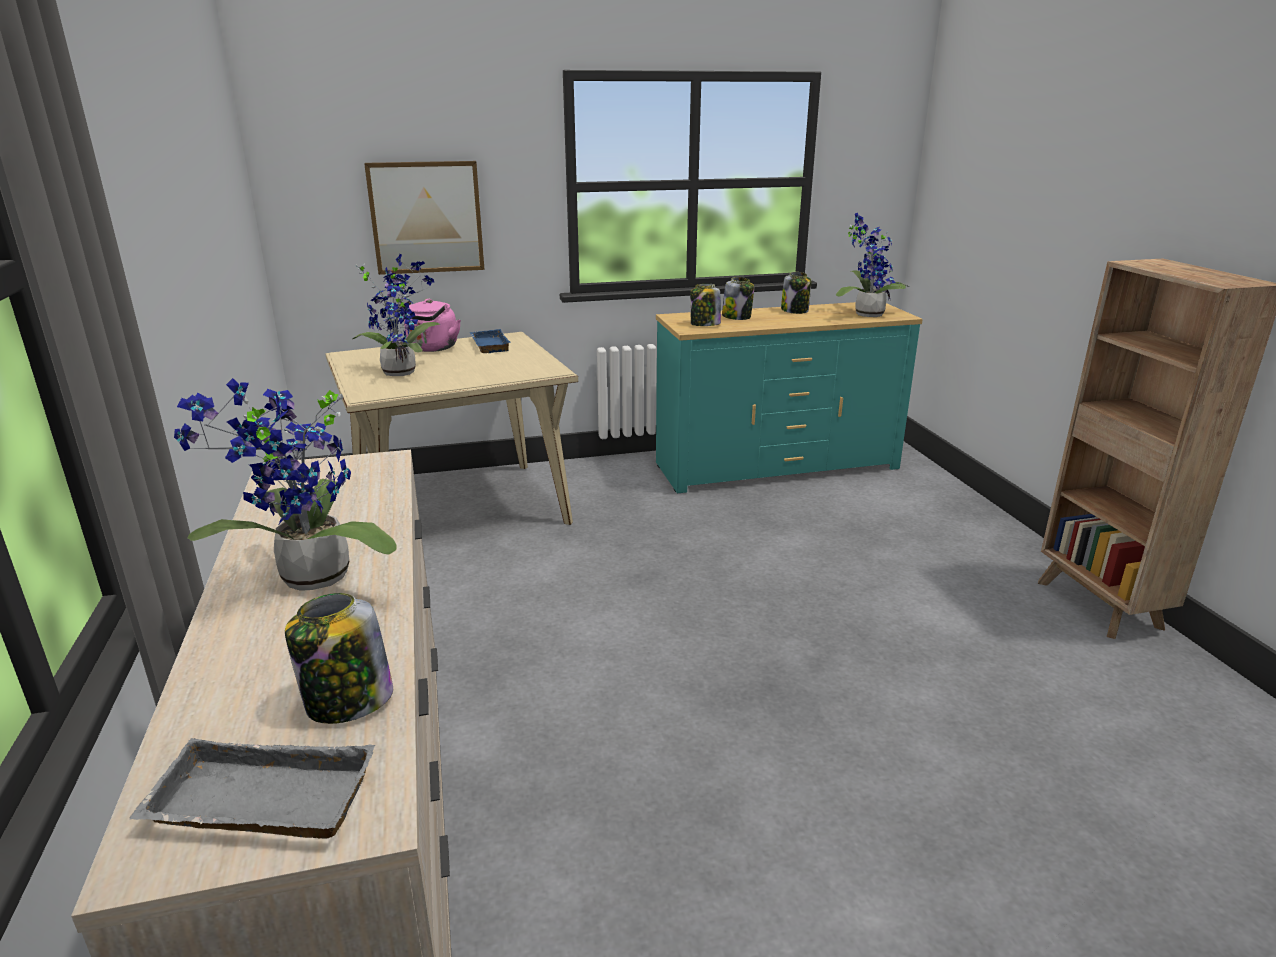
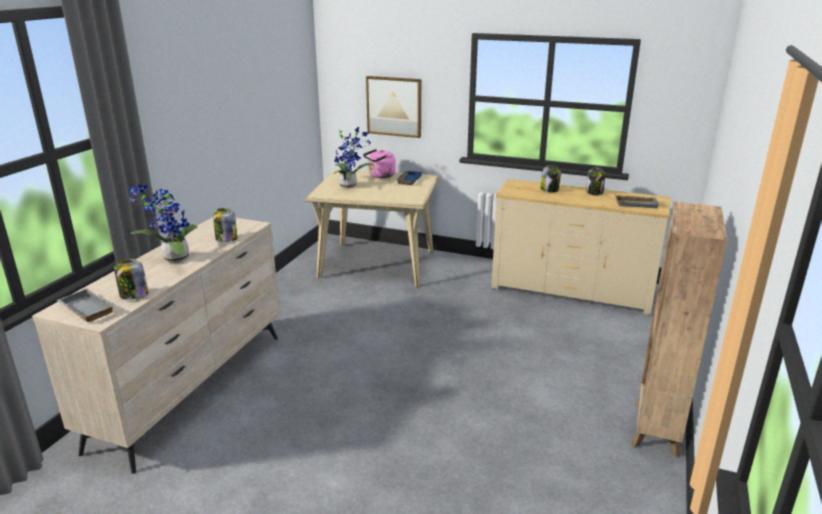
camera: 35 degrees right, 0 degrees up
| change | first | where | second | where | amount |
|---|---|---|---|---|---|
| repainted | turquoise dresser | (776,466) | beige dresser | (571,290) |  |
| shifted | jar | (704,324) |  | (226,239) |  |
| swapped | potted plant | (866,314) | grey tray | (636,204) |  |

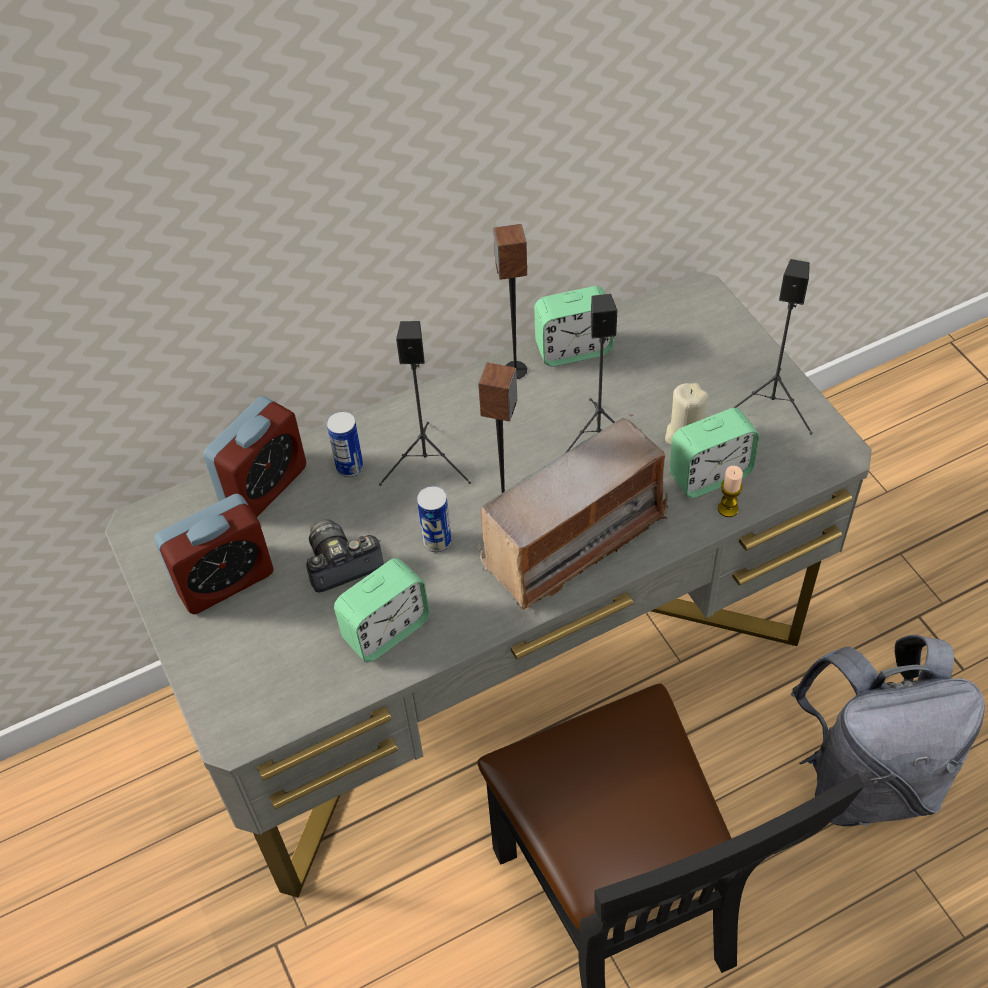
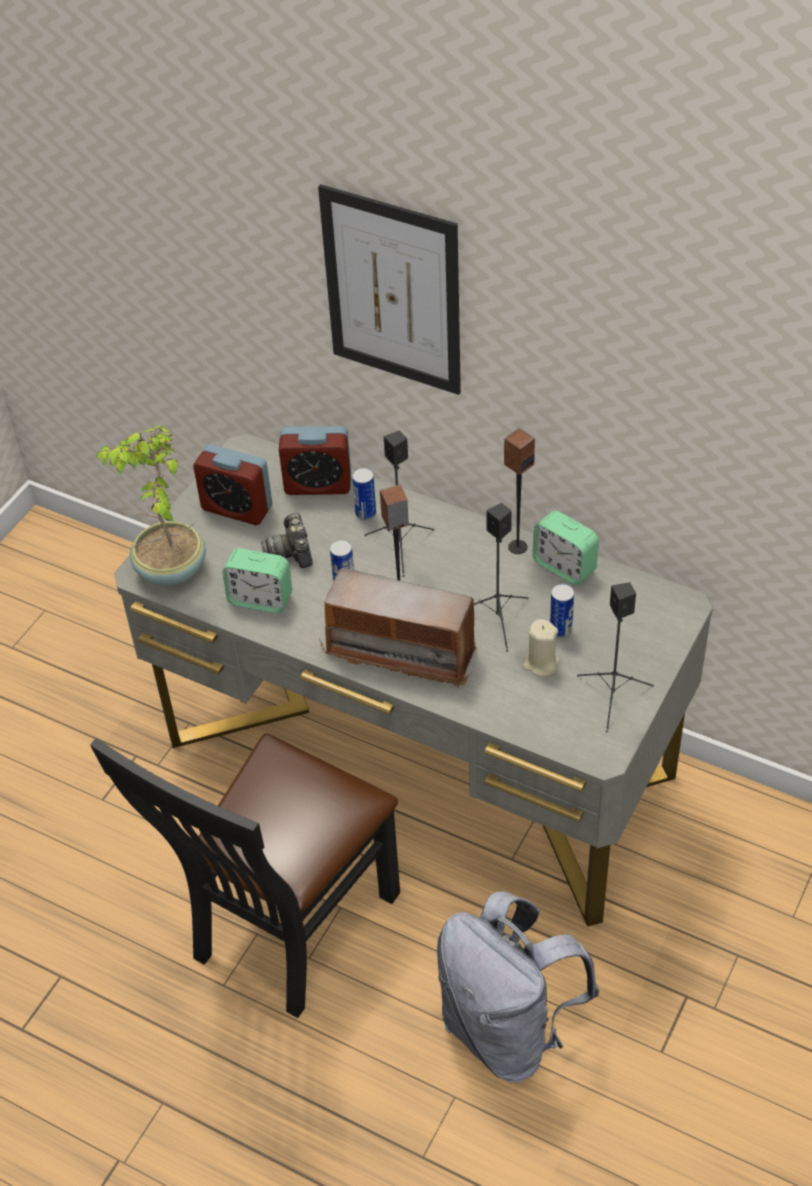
camera: 55 degrees right, 5 degrees down
| change | first | where | second | where | amount |
|---|---|---|---|---|---|
| rotated | photo camera | (341,564) |  | (291,552) | 135 degrees counterclockwise |
| gone | alarm clock | (710,475) |  |  |  |
| gone | candle | (728,509) |  |  |  |
| new |  |  | potted plant | (169,570) |  |
| new |  |  | picture | (392,291) |  |
| new |  |  | can | (560,630) |  |

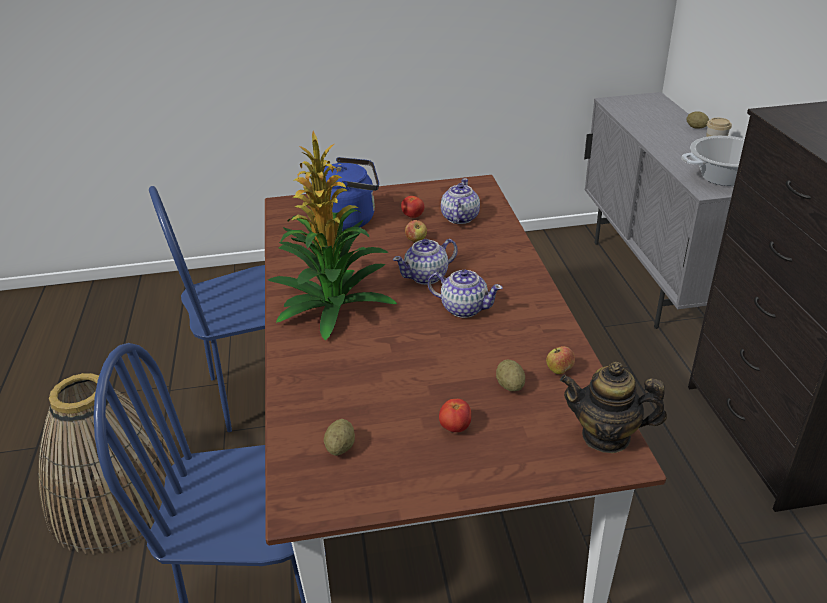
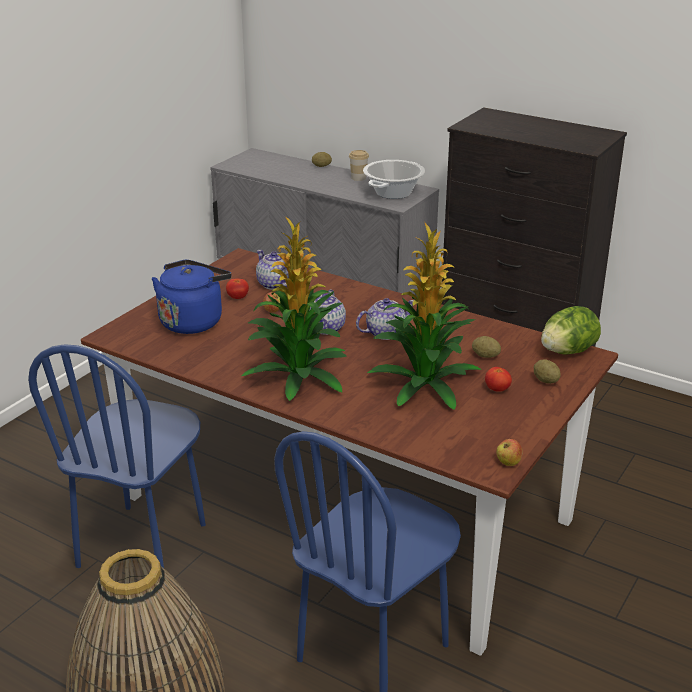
camera: 50 degrees left, 5 degrees down
| change | first | where | second | where | amount |
|---|---|---|---|---|---|
| shifted | potato | (340,447) |  | (545,381) |  |
| shifted | apple | (559,370) |  | (508,462) |  |
| swapped | teapot | (606,436) | lettuce | (568,351) |  |
| new |  |  | potted plant | (423,383) |  |

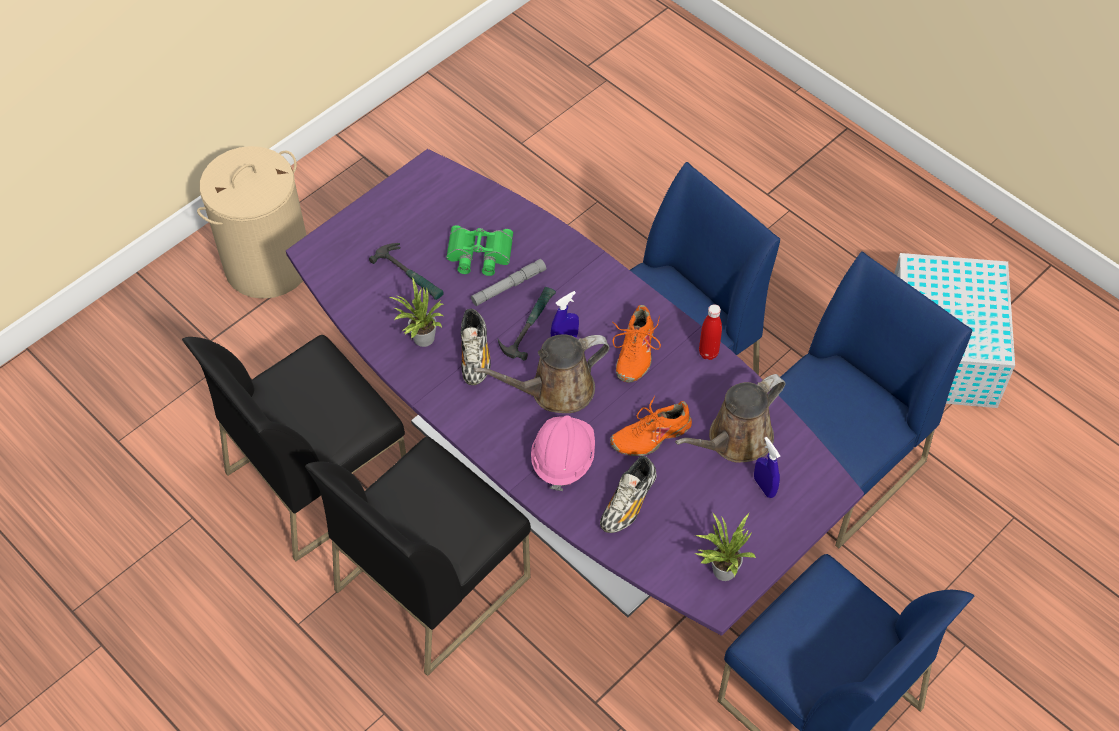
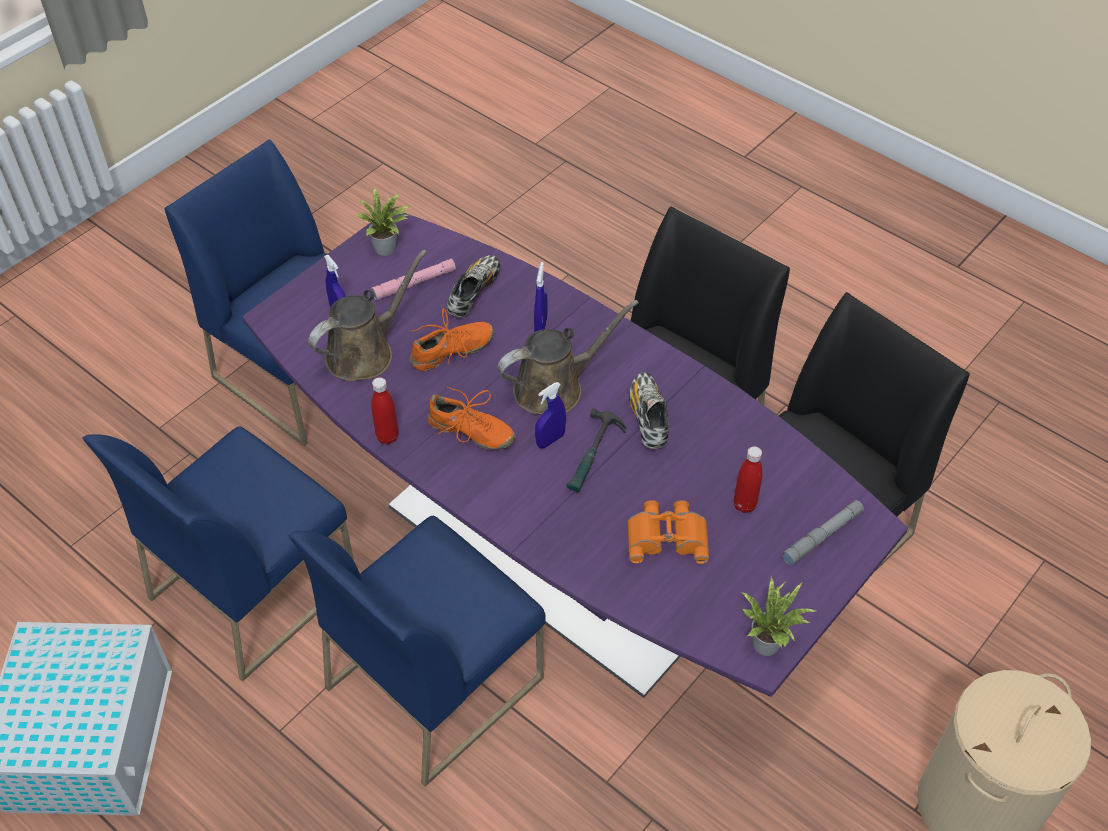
camera: 175 degrees right, 5 degrees down
| change | first | where | second | where | amount |
|---|---|---|---|---|---|
| swapped | hammer | (411,275) | red bottle | (744,505) |  |
| shifted | potted plant | (421,339) |  | (769,642) |  |
| repainted | green binoculars | (479,255) | orange binoculars | (667,536) |  |
| shifted | grey flashlight | (508,286) |  | (822,536) |  |
| swapped | pink hard hat | (563,458) | blue spray bottle | (540,326) |  |
| rotated | orange shoe | (634,352) |  | (471,432) | 105 degrees clockwise |
| new |  |  | pink flashlight | (414,283) |  |

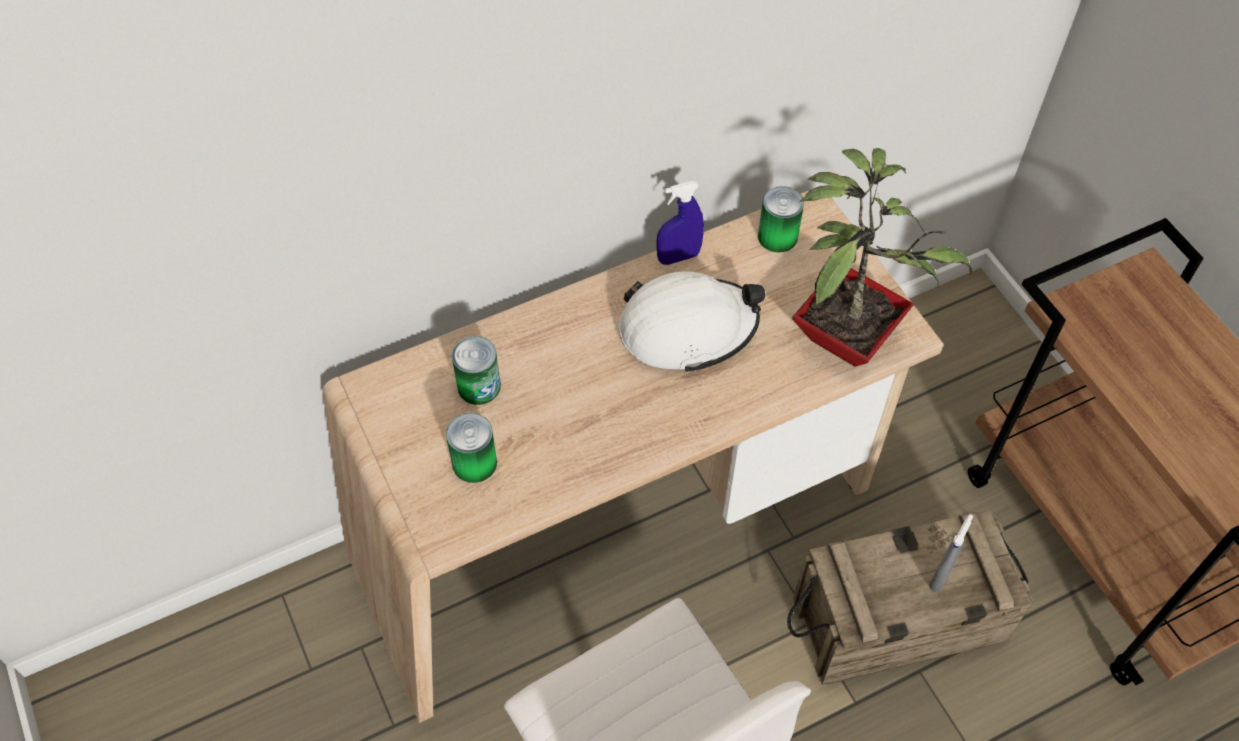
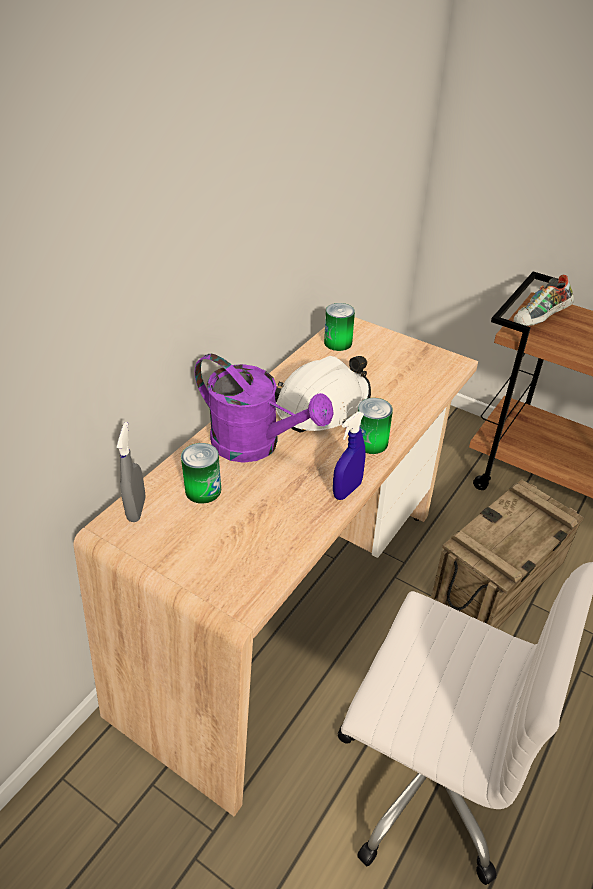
camera: 30 degrees left, 15 degrees down
| change | first | where | second | where | amount |
|---|---|---|---|---|---|
| shifted | can | (474,463) |  | (371,442) |  |
| shifted | blue spray bottle | (678,257) |  | (347,490) |  |
| gone | potted plant | (848,334) |  |  |  |
| shifted | grey spray bottle | (940,576) |  | (136,509) |  |
| new |  |  | purple watering can | (256,445) |  |
| new |  |  | shoe | (540,320) |  |

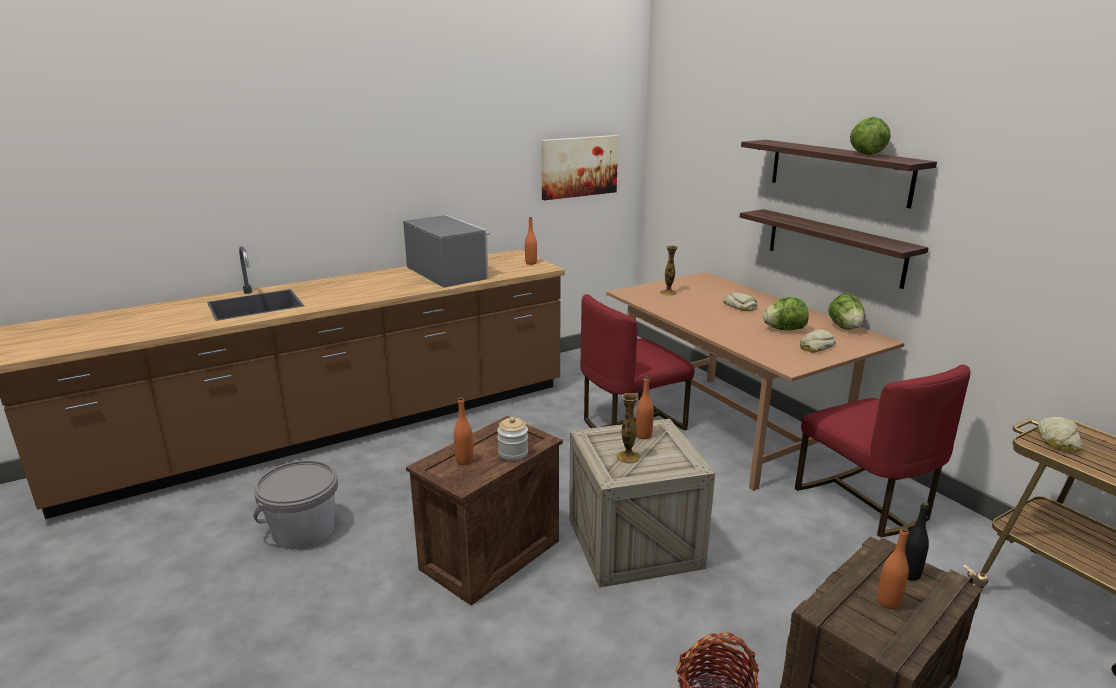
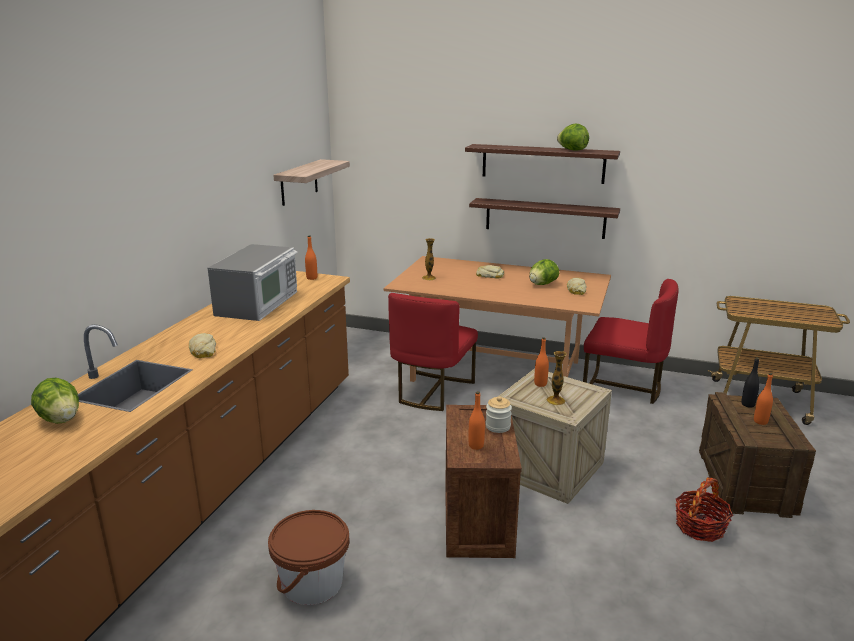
camera: 40 degrees left, 0 degrees up
| change | first | where | second | where | amount |
|---|---|---|---|---|---|
| repainted | grey bucket | (303,531) | brown bucket | (312,583) |  |
| rotated | microwave | (448,272) |  | (259,303) | 90 degrees clockwise |
| swapped | picture | (579,166) | shelf | (299,182) |  |
| shifted | lettuce | (845,327) |  | (61,419) |  |
| shifted | bread | (1058,440) |  | (202,351) |  |

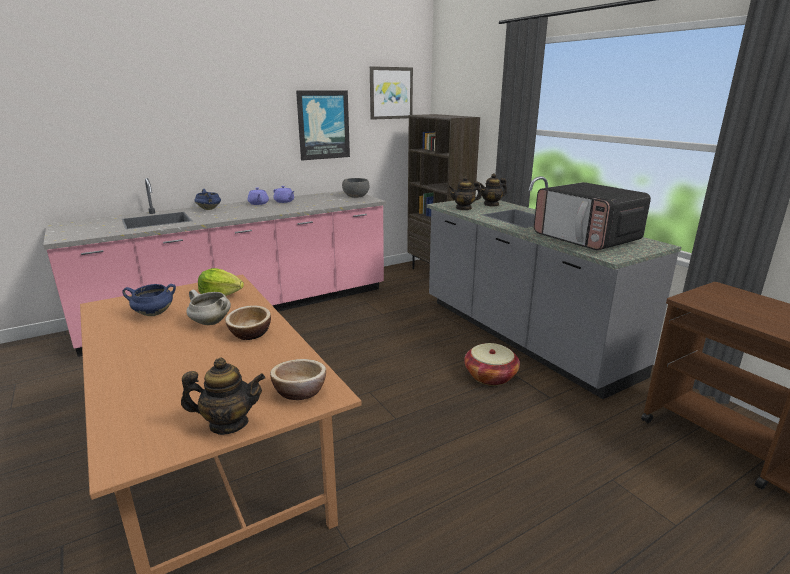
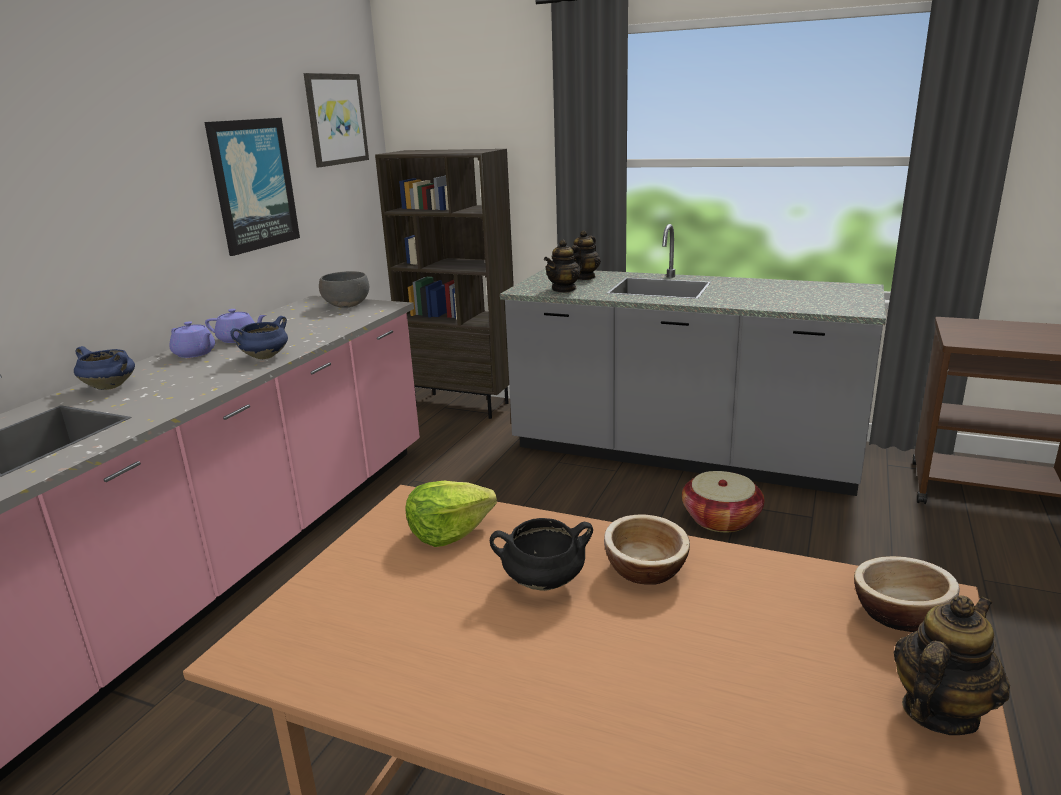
camera: 35 degrees left, 0 degrees up
| change | first | where | second | where | amount |
|---|---|---|---|---|---|
| shifted | blue cooking pot | (153,314) |  | (264,357) |  |
| repainted | white cooking pot | (210,322) | black cooking pot | (542,583) |  |
| gone | microwave | (586,238) |  |  |  |

